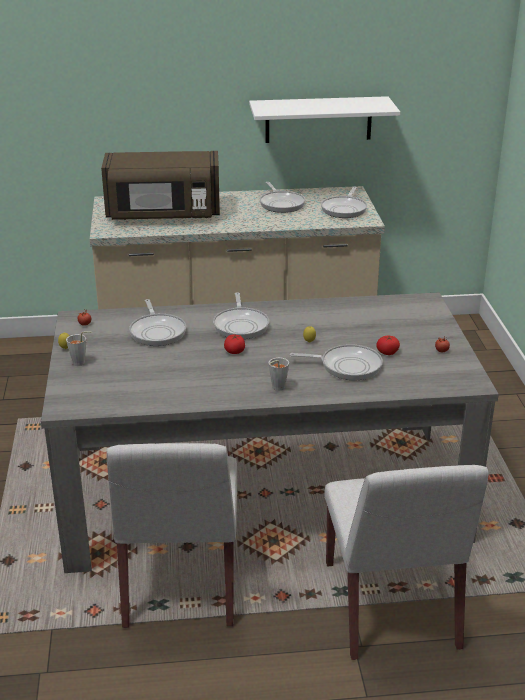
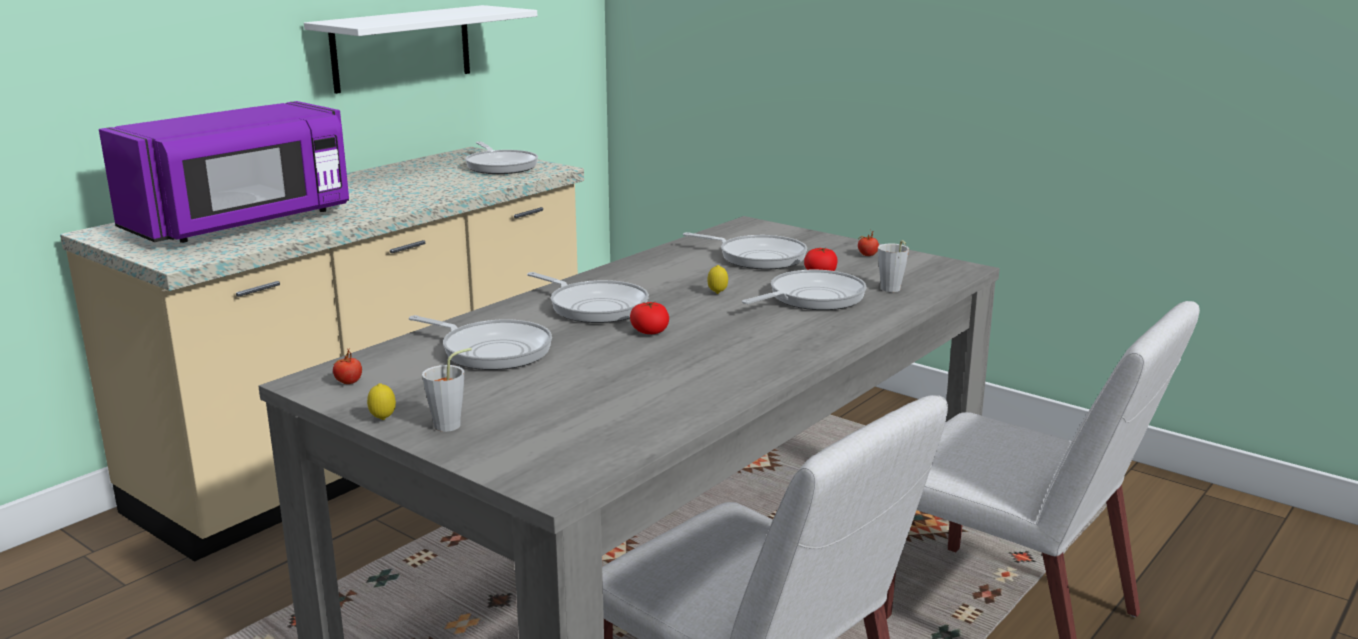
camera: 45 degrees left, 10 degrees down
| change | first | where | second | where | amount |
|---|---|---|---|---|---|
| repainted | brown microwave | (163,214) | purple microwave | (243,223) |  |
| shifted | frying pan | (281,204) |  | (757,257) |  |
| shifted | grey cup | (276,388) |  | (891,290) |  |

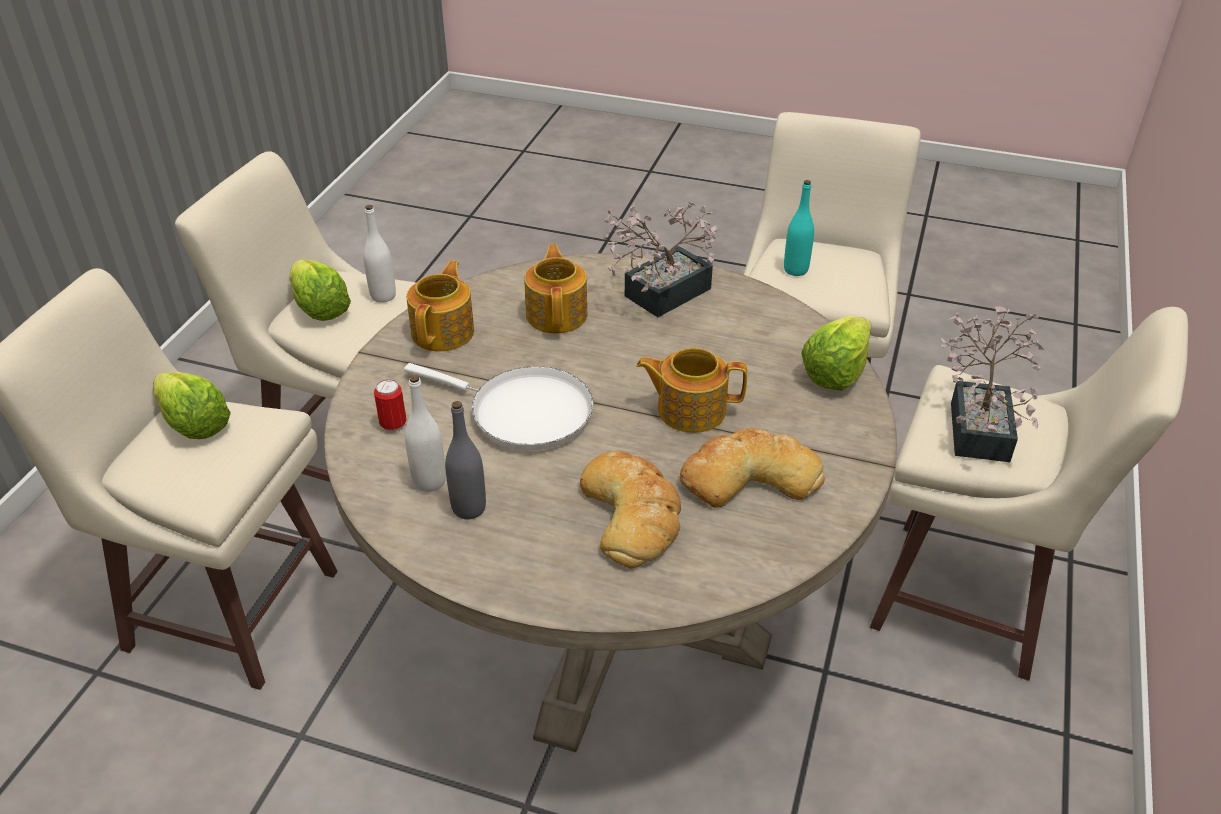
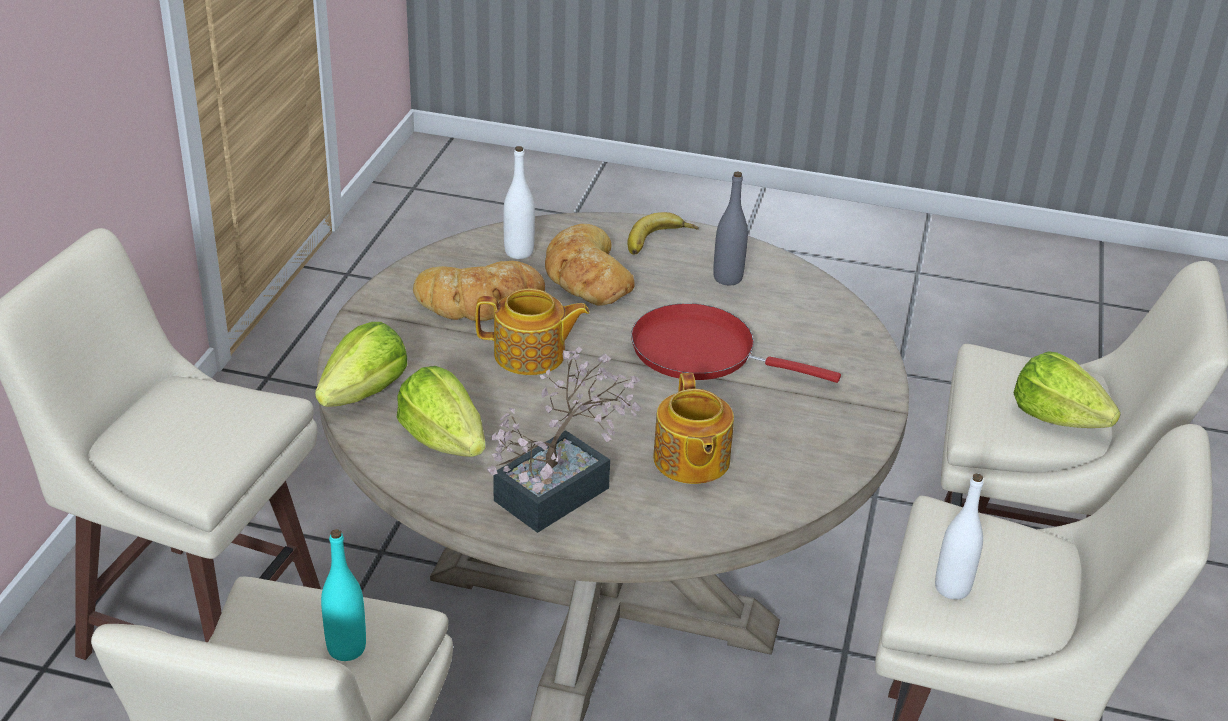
camera: 175 degrees right, 5 degrees down
| change | first | where | second | where | amount |
|---|---|---|---|---|---|
| shifted | lettuce | (320,309) |  | (444,440) |  |
| gone | can | (393,425) |  |  |  |
| repainted | white frying pan | (523,412) | red frying pan | (702,352) |  |
| shifted | white bottle | (429,481) |  | (519,252) |  |
| gone | teapot | (444,331) |  |  |  |
| gone | potted plant | (980,424) |  |  |  |
| new |  |  | banana | (660,242) |  |

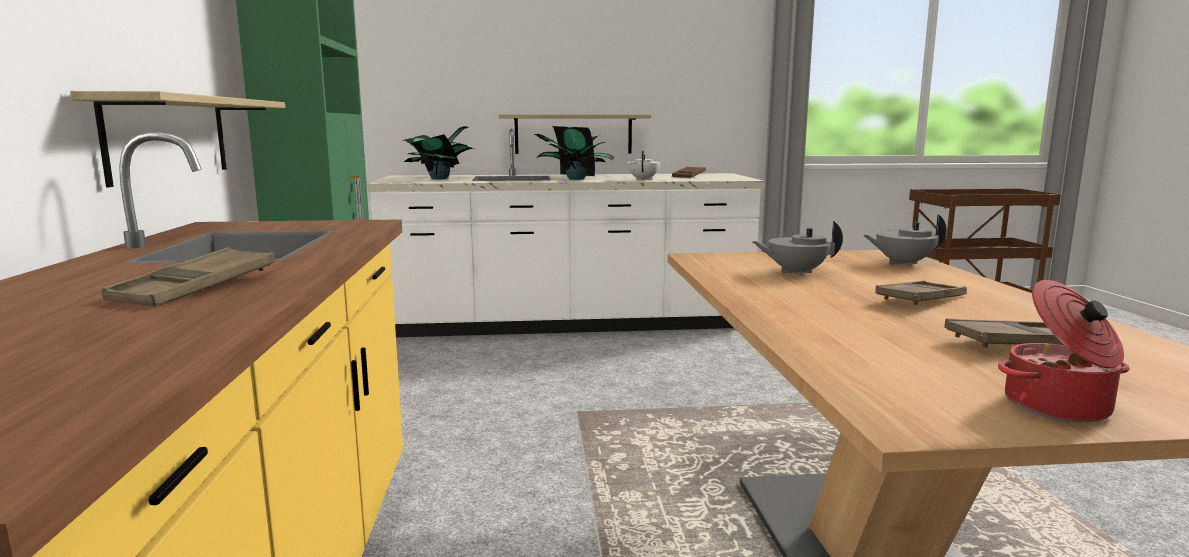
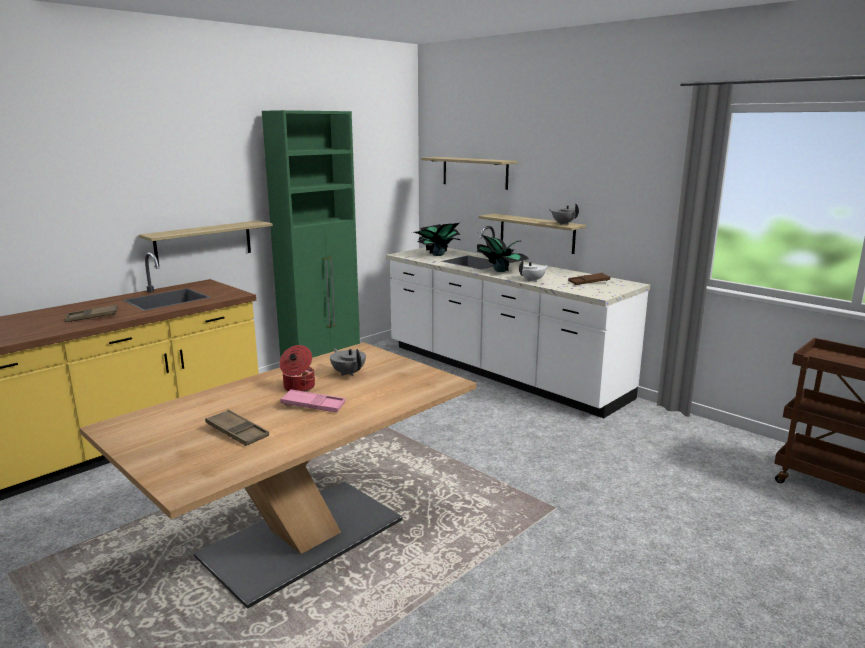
camera: 50 degrees right, 5 degrees up
| change | first | where | second | where | amount |
|---|---|---|---|---|---|
| shifted | grey teapot | (902,263) |  | (563,223) |  |
| repainted | brown tray | (921,299) | pink tray | (313,405) |  |
| shifted | cooking pot | (1058,407) |  | (298,387) |  |
| new |  |  | shelf | (474,172) |  |

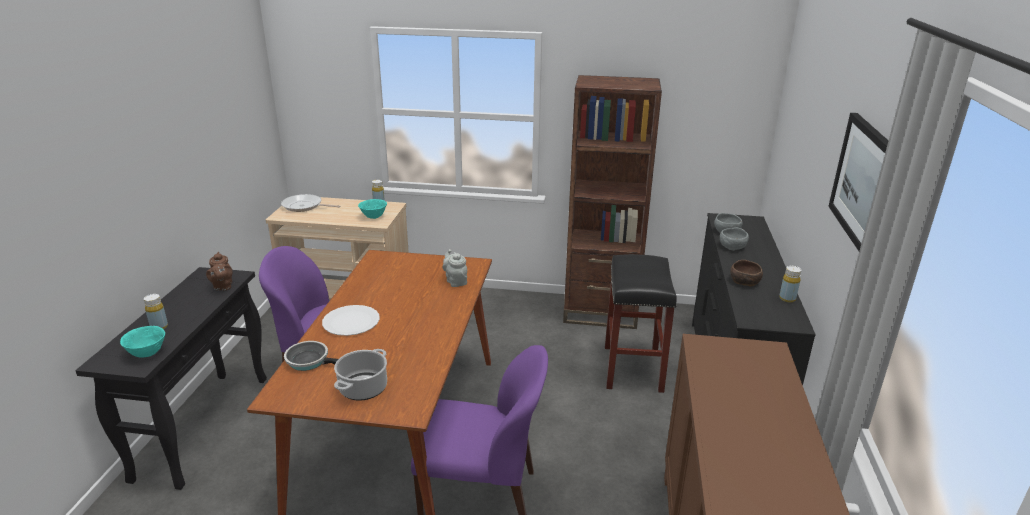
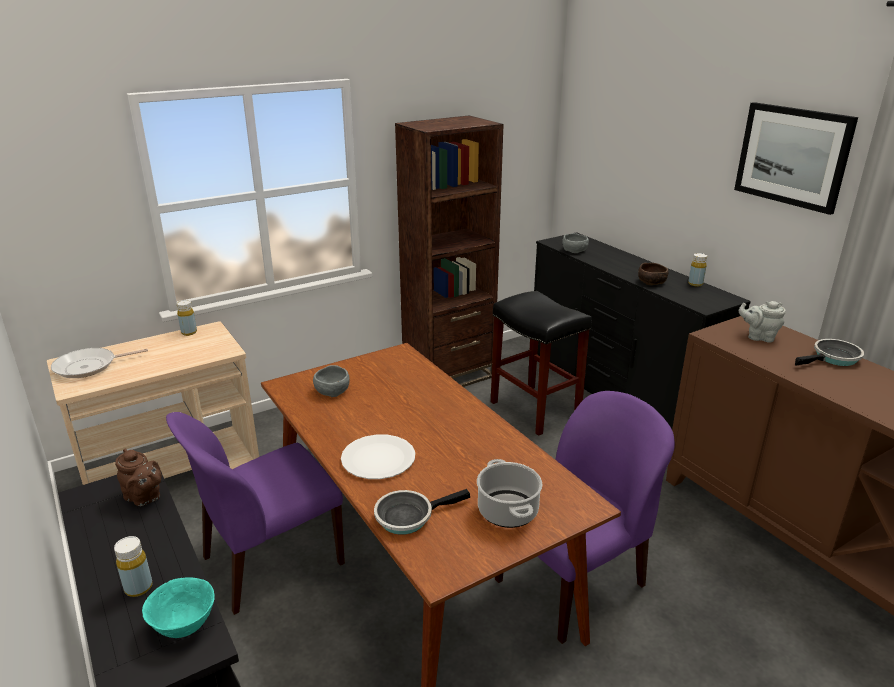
camera: 40 degrees left, 0 degrees up
| change | first | where | second | where | amount |
|---|---|---|---|---|---|
| gone | turquoise bowl | (373,217) |  |  |  |
| shifted | grey teapot | (455,281) |  | (759,337) |  |
| shifted | grey bowl | (732,247) |  | (332,391) |  |
| new |  |  | frying pan | (833,358) |  |

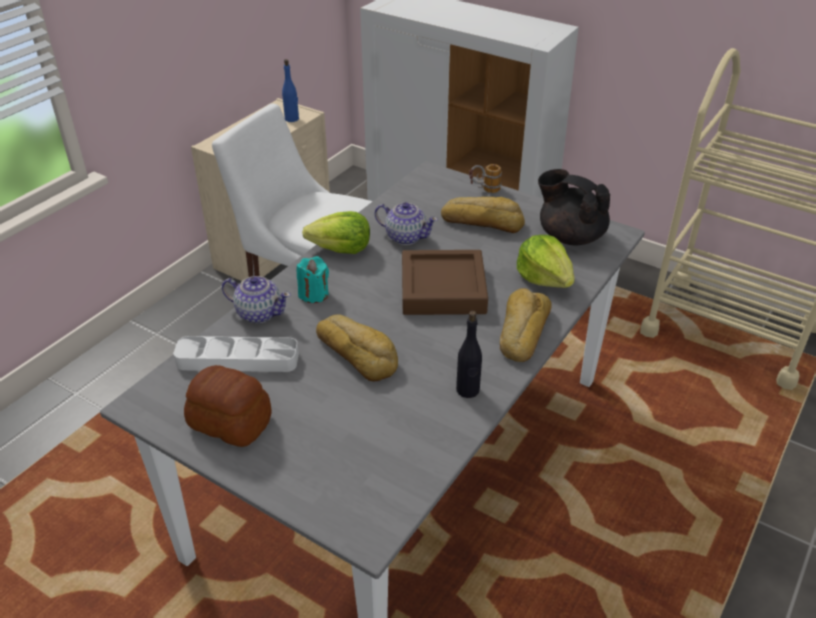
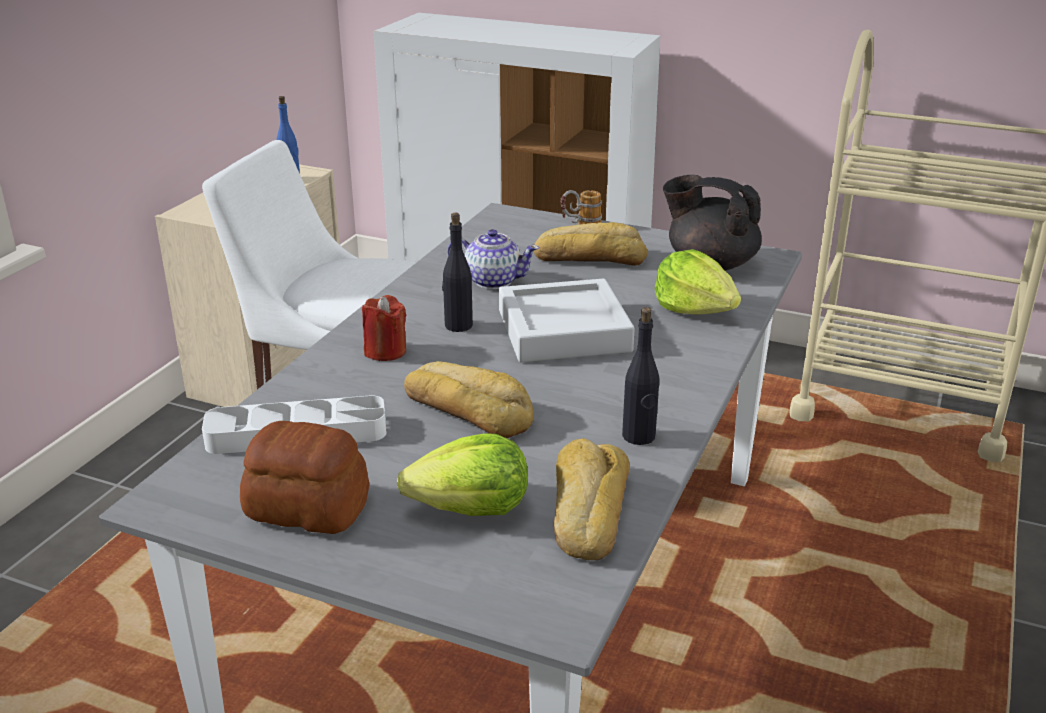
camera: 10 degrees left, 10 degrees down
| change | first | where | second | where | amount |
|---|---|---|---|---|---|
| gone | teapot | (259,313) |  |  |  |
| repainted | turquoise candle | (313,294) | red candle | (385,351) |  |
| shifted | lettuce | (341,249) |  | (471,507) |  |
| repainted | brown tray | (443,289) | grey tray | (563,331) |  |
| shifted | bread | (521,331) |  | (586,510) |  |
| new |  |  | black bottle | (458,325) |  |

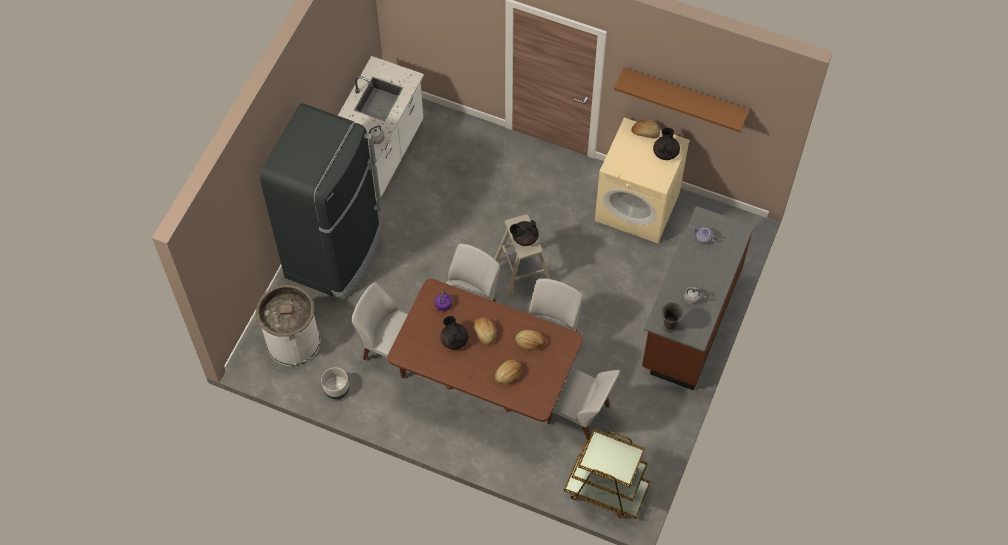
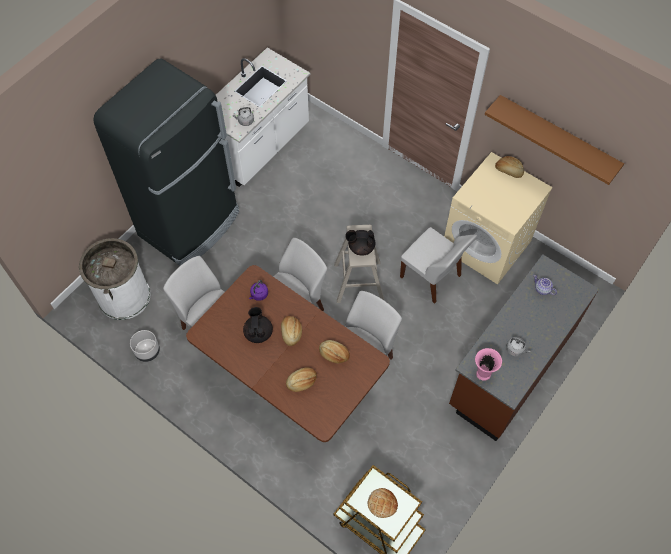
camera: 15 degrees right, 0 degrees up
| change | first | where | second | where | amount |
|---|---|---|---|---|---|
| shifted | white chair | (580,415) |  | (431,277) |  |
| gone | black teapot | (665,152) |  |  |  |
| repainted | grey vase | (669,327) | pink vase | (482,374) |  |
| new |  |  | bread | (382,503) |  |

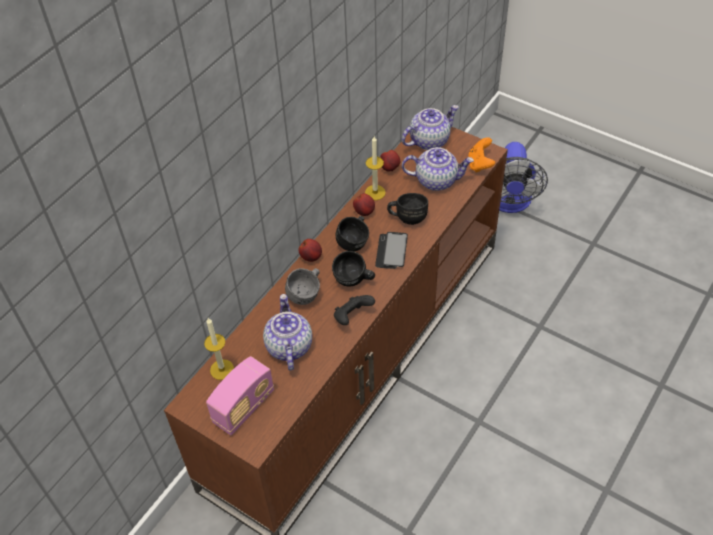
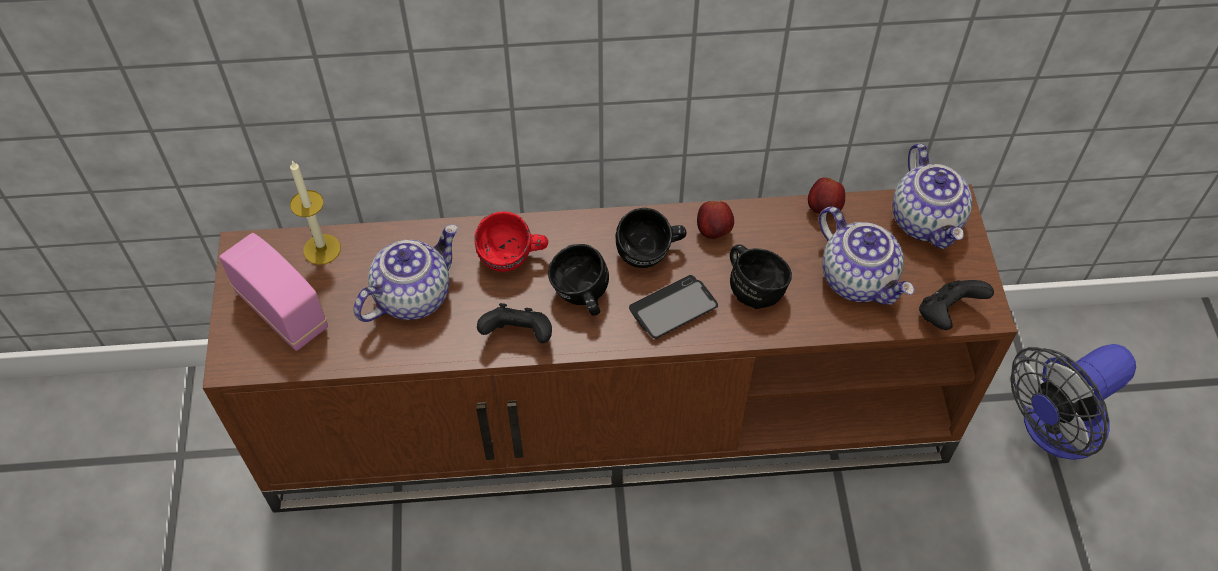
camera: 50 degrees right, 5 degrees up
| change | first | where | second | where | amount |
|---|---|---|---|---|---|
| rotated | radio | (244,407) |  | (282,311) | 135 degrees counterclockwise |
| repainted | grey mug | (307,294) | red mug | (513,260) |  |
| gone | apple | (311,257) |  |  |  |
| gone | candle | (375,192) |  |  |  |
| rotated | teapot | (429,140) |  | (927,221) | 60 degrees clockwise |
| repainted | orange game controller | (480,164) | black game controller | (947,314) |  |

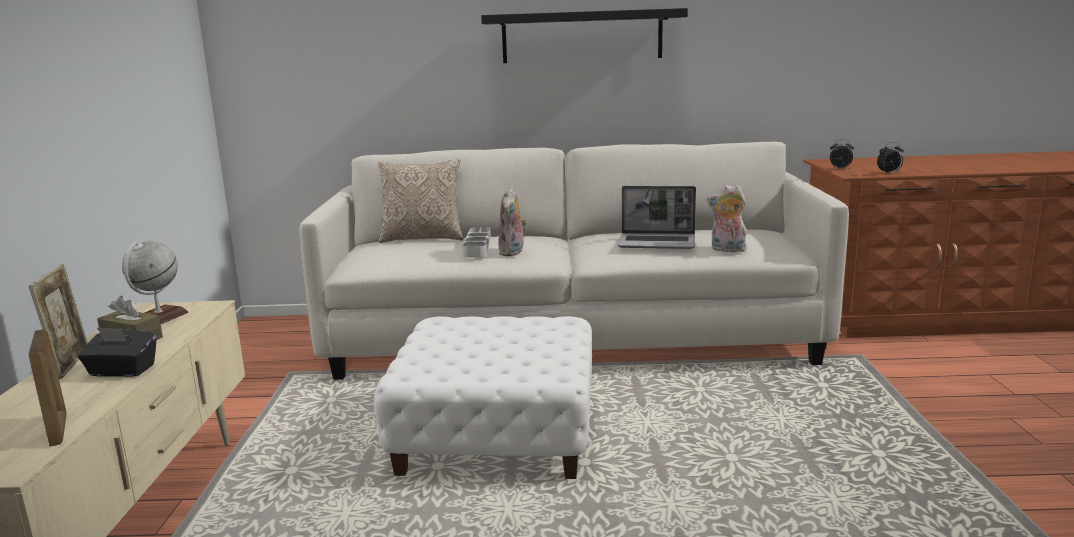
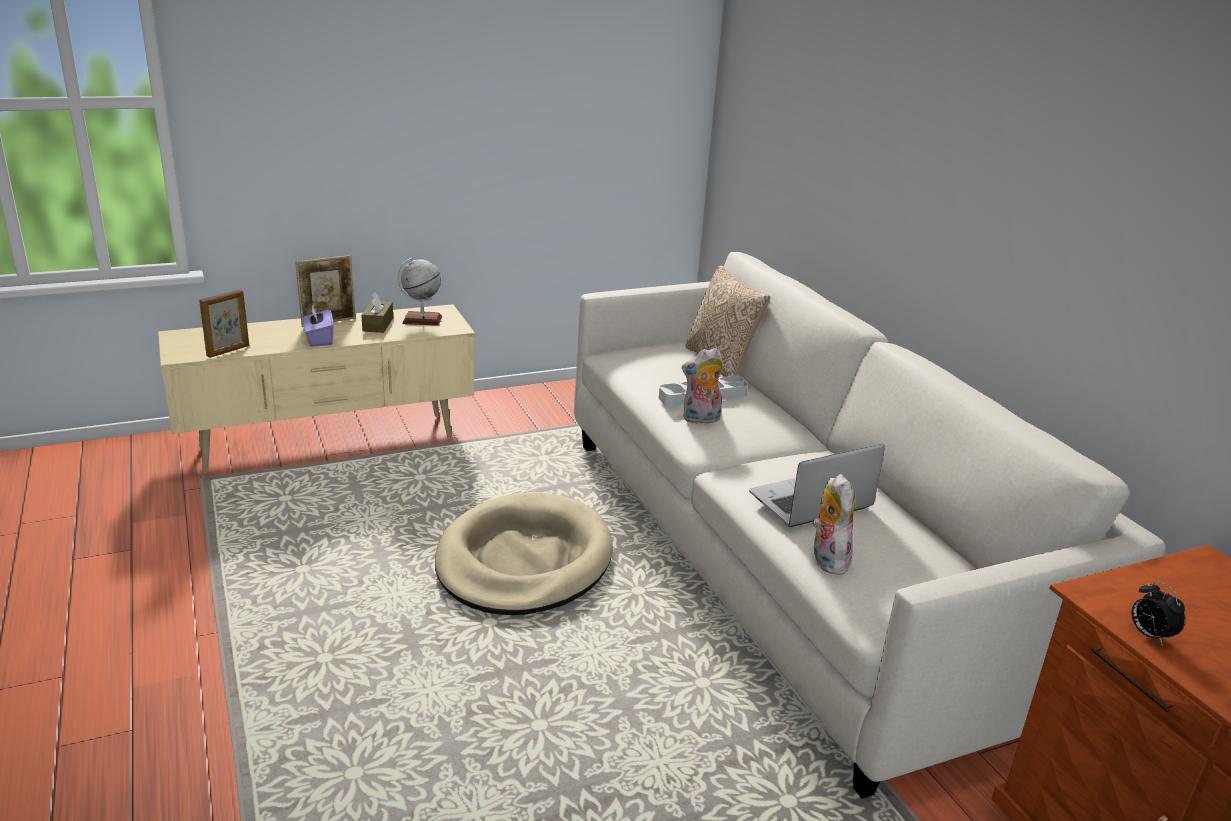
camera: 65 degrees right, 10 degrees up
| change | first | where | second | where | amount |
|---|---|---|---|---|---|
| repainted | black tissue box | (122,371) | purple tissue box | (319,339) |  |
| swapped | white ottoman | (497,434) | beige dog bed | (524,561) |  |
| gone | black shelf | (582,36) |  |  |  |
| rotated | laptop | (658,243) |  | (810,502) | 75 degrees clockwise |
| gone | alarm clock | (840,169) |  |  |  |

